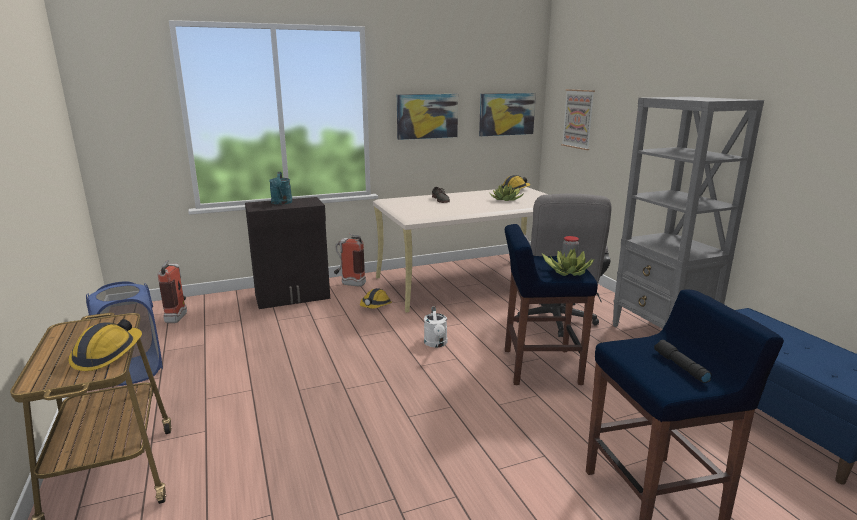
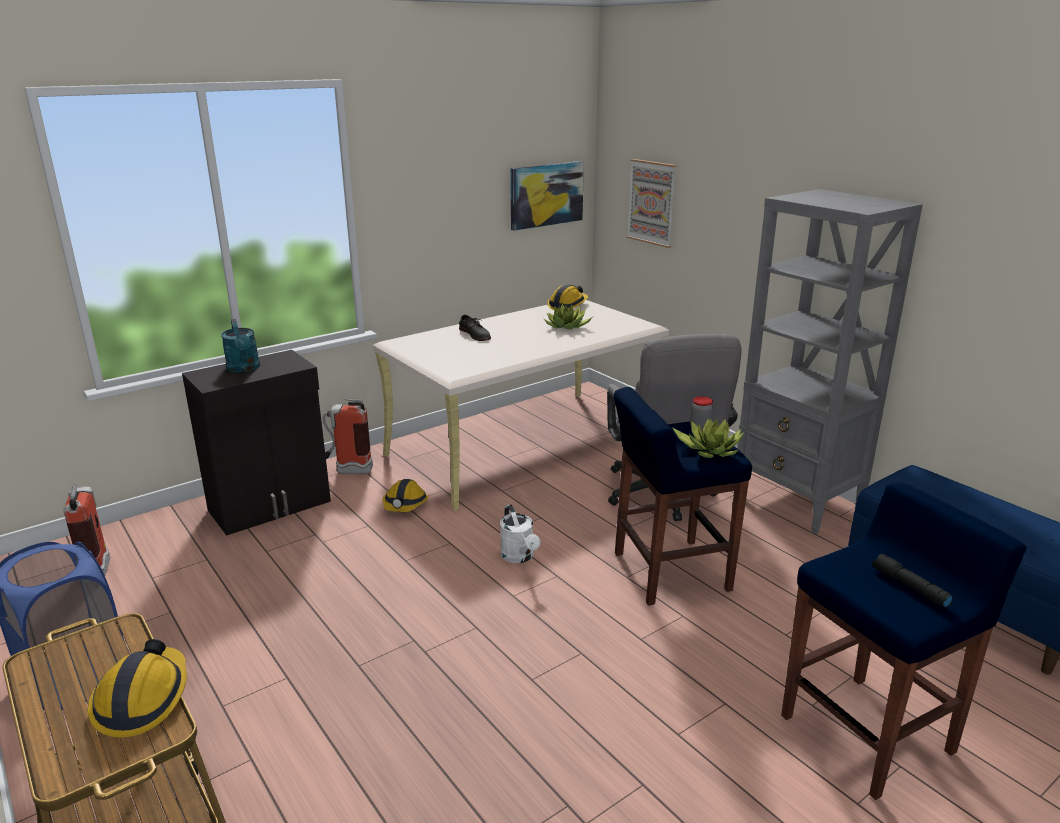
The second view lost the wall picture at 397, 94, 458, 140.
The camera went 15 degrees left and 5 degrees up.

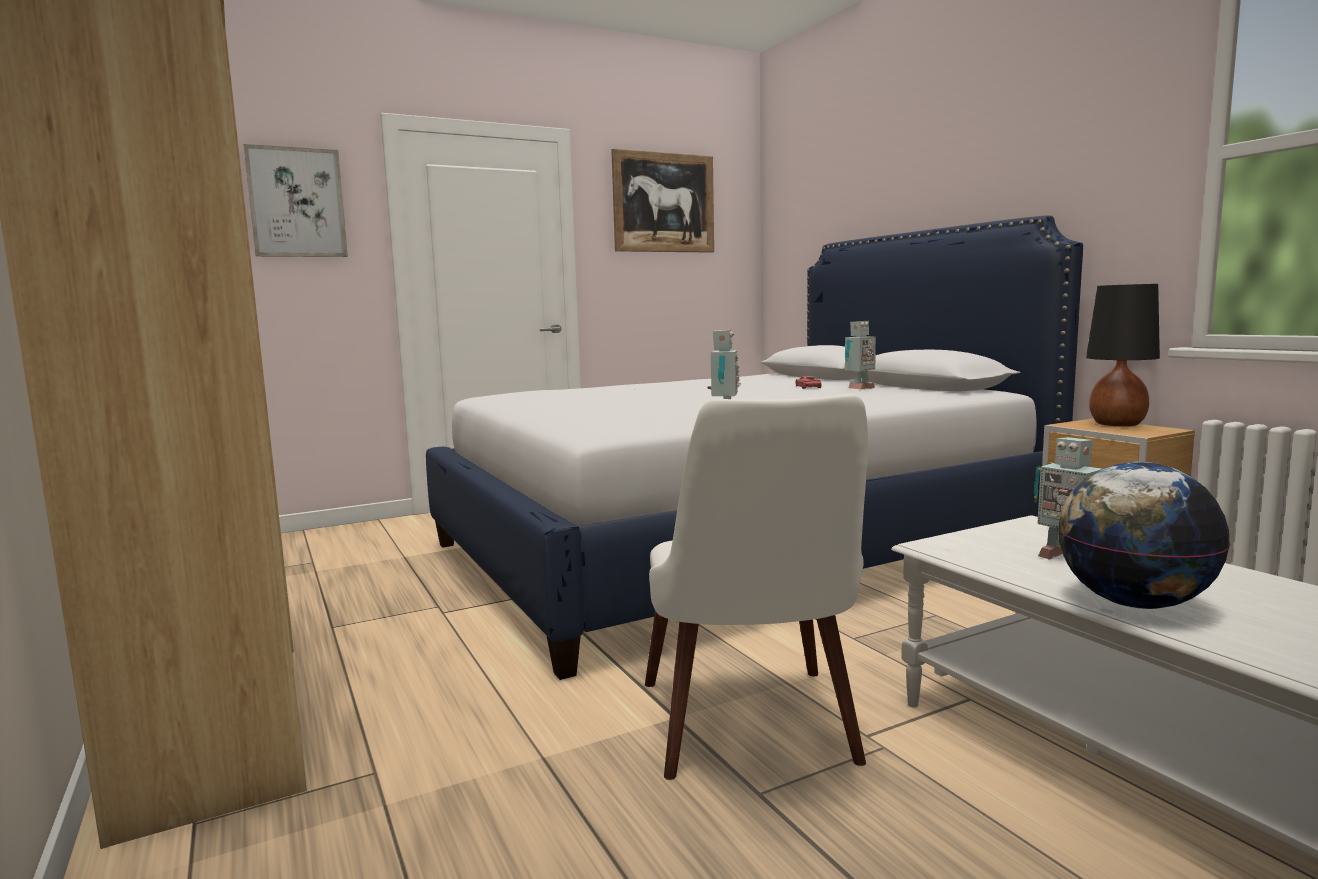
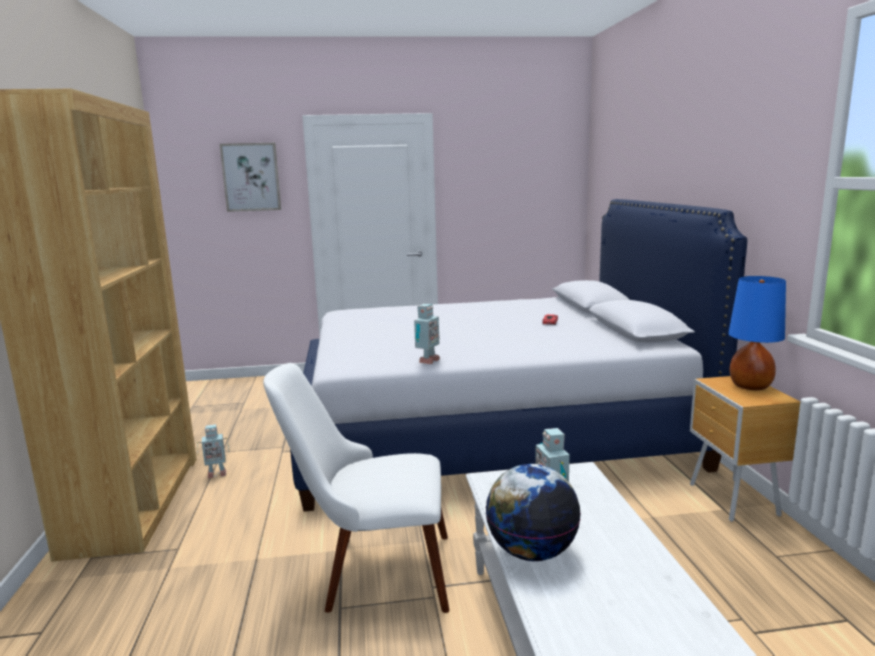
The second view lost the wall picture at 611, 149, 714, 253.
The white chair at 645, 394, 868, 780 ended up facing another way, 75 degrees clockwise from before.
The model robot ended up elsewhere, having gone from 845, 321, 876, 389 to 197, 424, 229, 478.
What was the blackish tabletop lamp at 1086, 284, 1160, 427 turned into the blue tabletop lamp at 728, 276, 786, 390.
The camera went 20 degrees right and 5 degrees up.

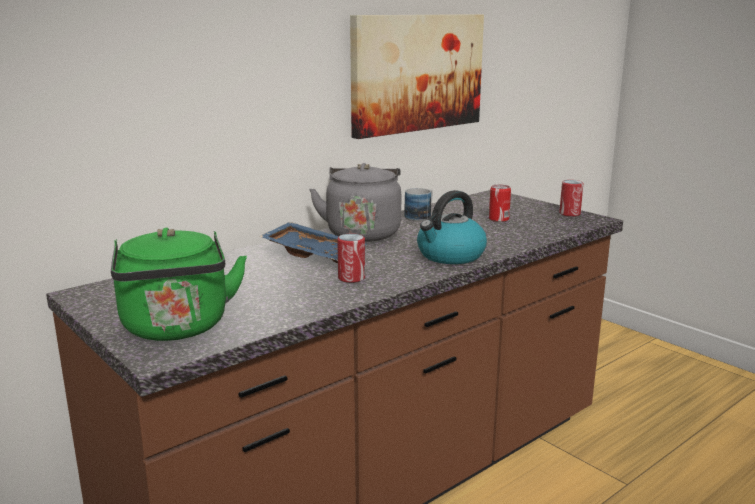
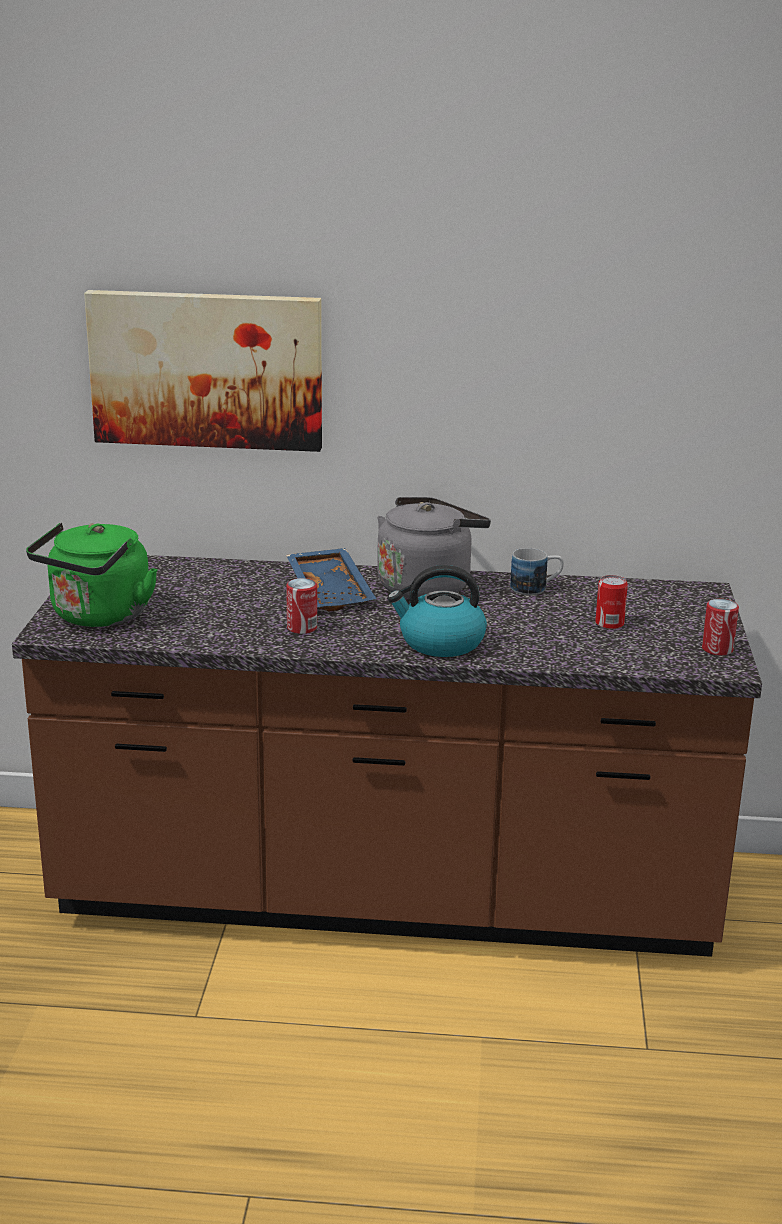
The wall picture ended up elsewhere, having gone from 350, 14, 484, 139 to 84, 290, 322, 452.
The camera went 45 degrees right and 5 degrees up.

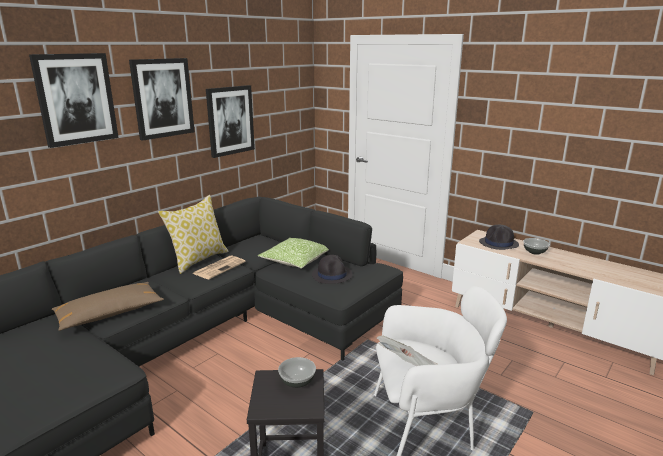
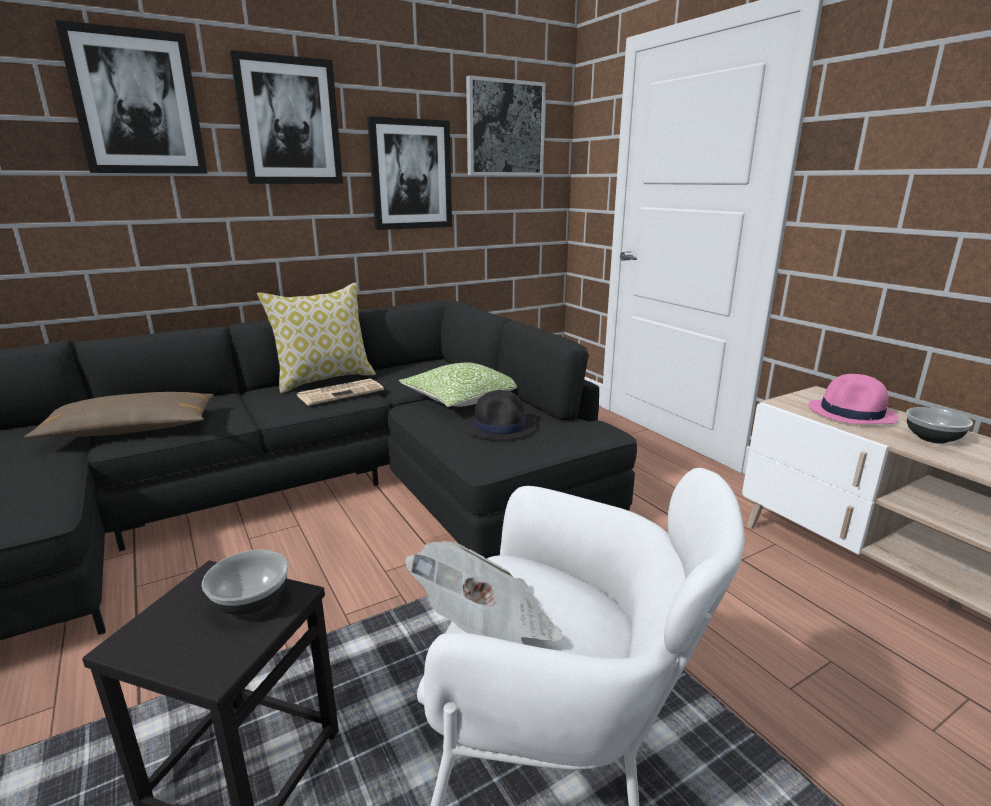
What was the blackish clothing hat at 479, 225, 519, 250 turned into the pink clothing hat at 808, 374, 899, 424.
The second view gained the wall picture at 466, 75, 546, 175.
The camera went 20 degrees right and 0 degrees up.

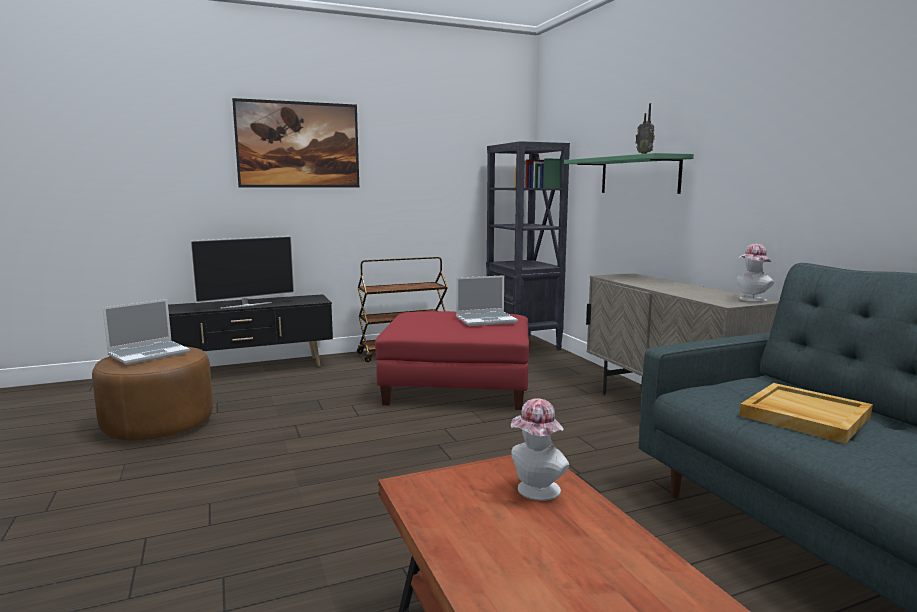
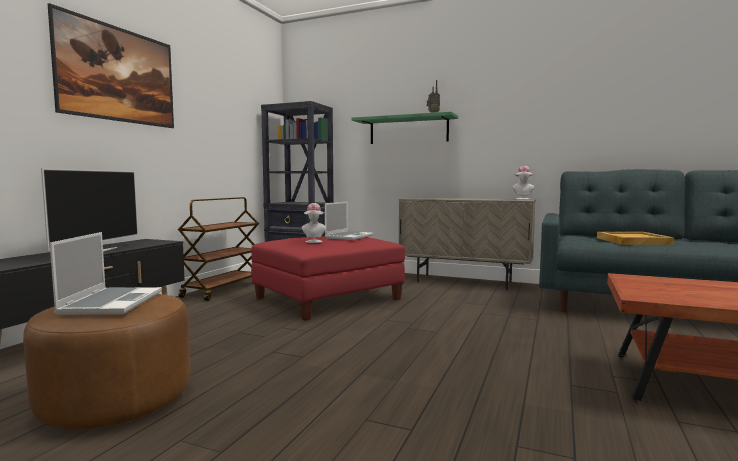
The clothing hat ended up elsewhere, having gone from 511, 398, 569, 501 to 302, 203, 326, 243.
The camera went 45 degrees left and 5 degrees down.

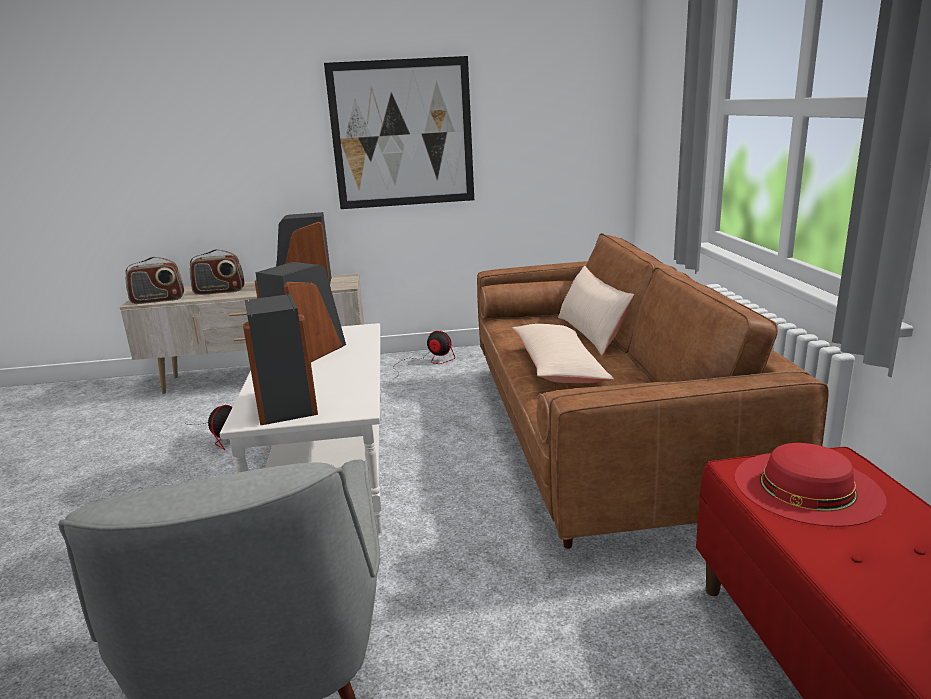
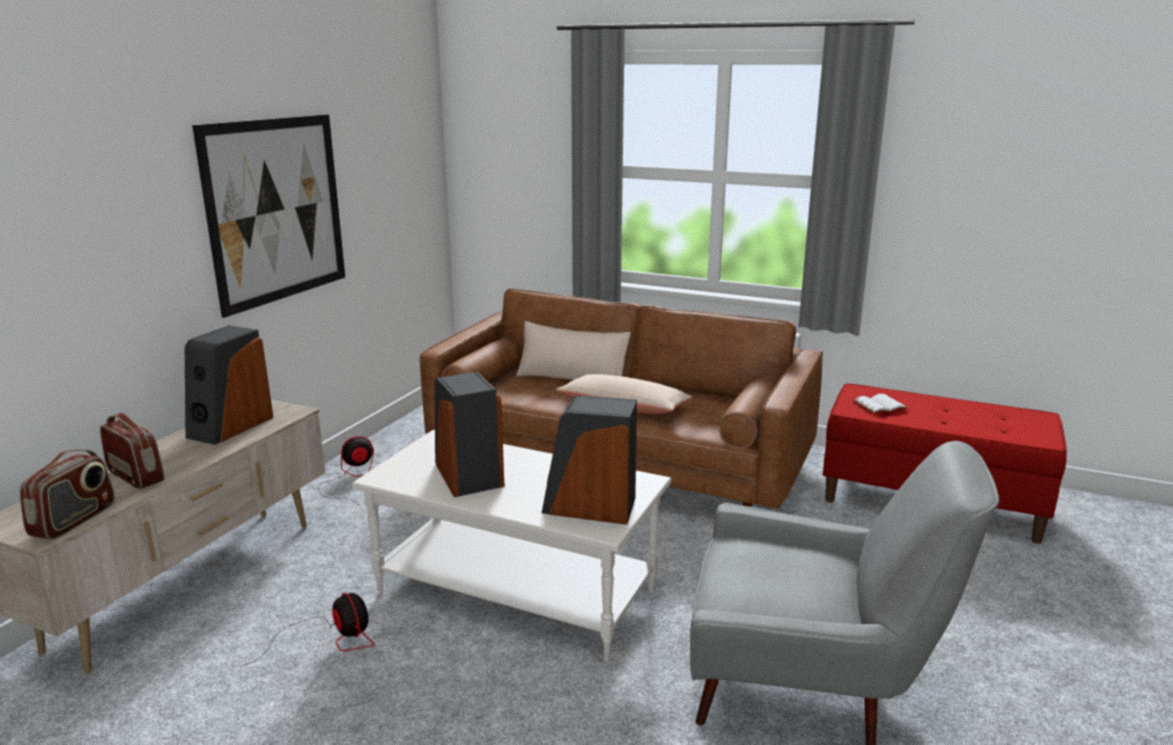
The radio receiver at 189, 249, 245, 295 ended up facing another way, 75 degrees counterclockwise from before.
Where the reddish clothing hat stood at 735, 443, 887, 527, the white book came to stand at 853, 394, 908, 414.
The camera went 60 degrees left and 0 degrees up.

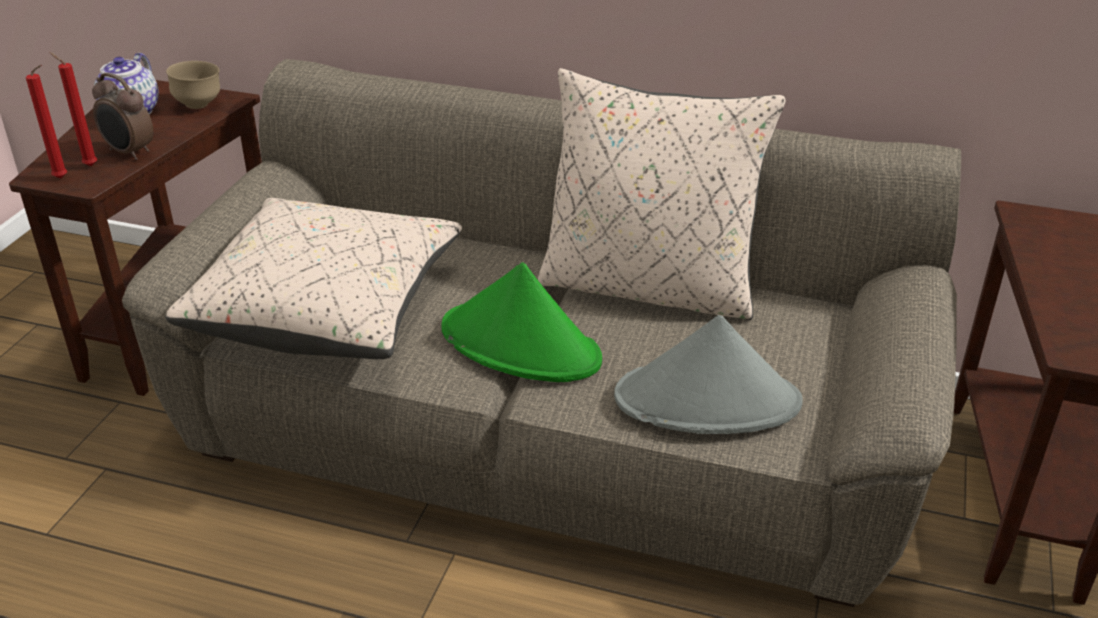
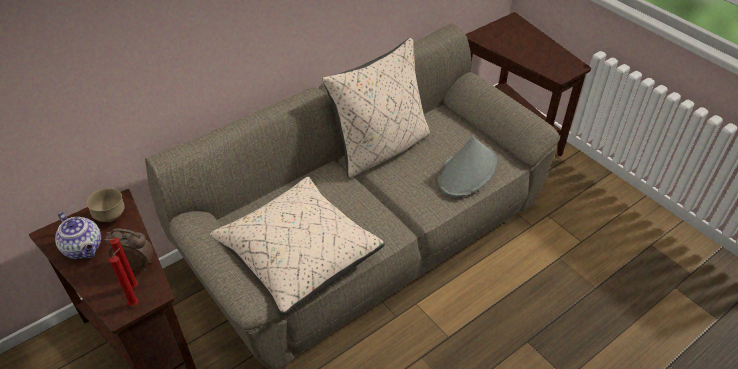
The alarm clock at 92, 73, 153, 160 ended up facing another way, 150 degrees counterclockwise from before.
The second view lost the greenish clothing hat at 441, 262, 602, 382.
The camera went 55 degrees left and 10 degrees up.

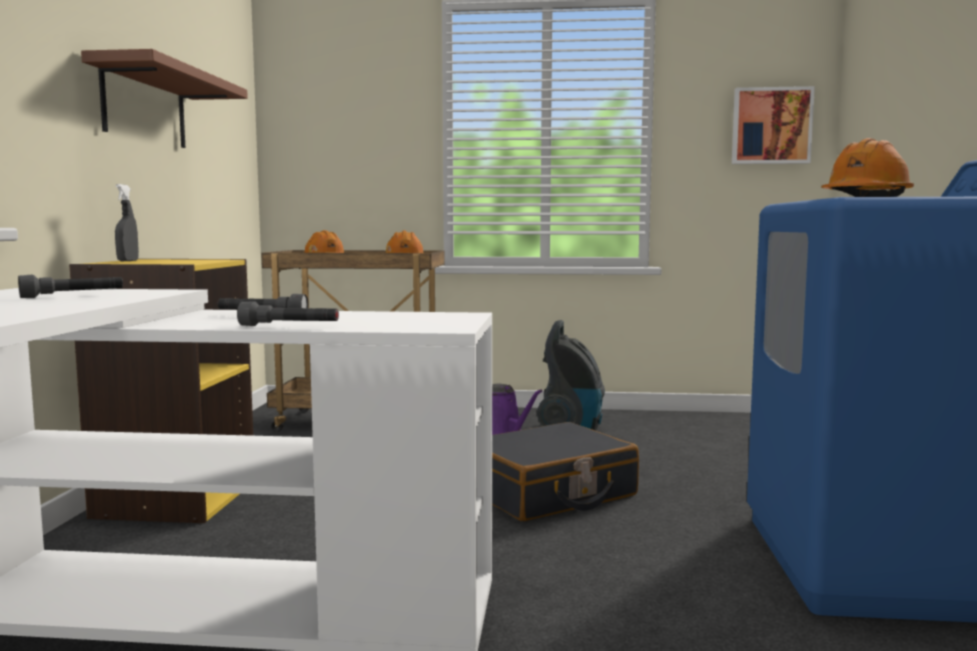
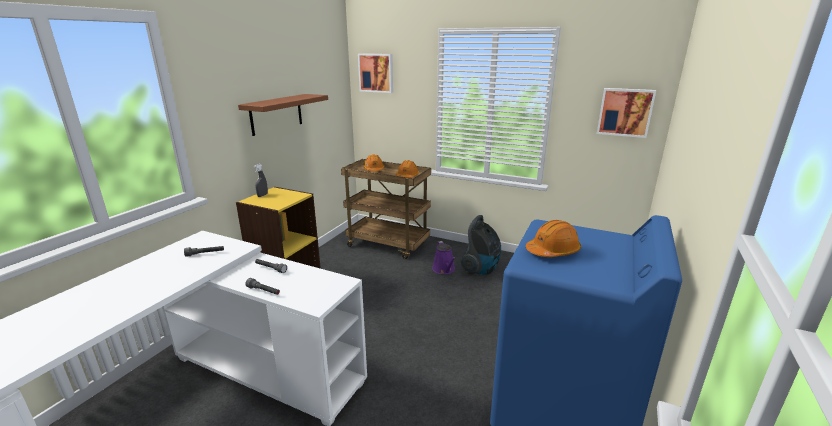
The second view lost the blackish piece of luggage at 492, 422, 639, 521.
The second view gained the wall picture at 358, 53, 393, 93.
The camera went 20 degrees right and 15 degrees up.

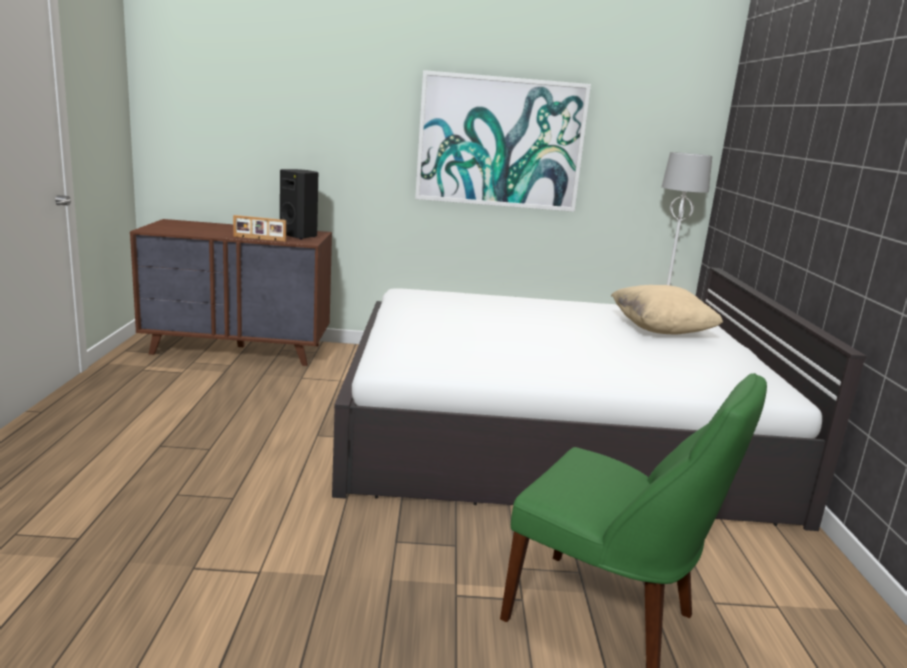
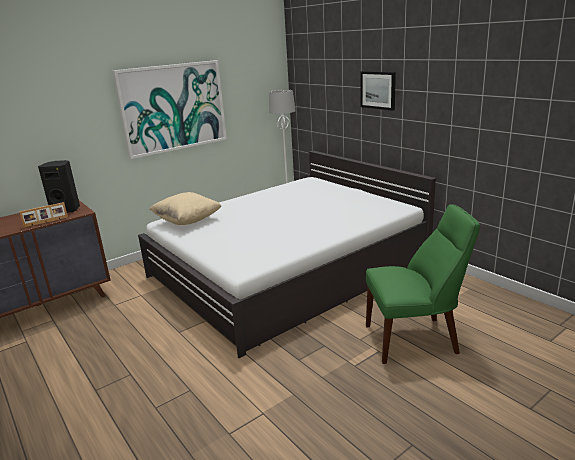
The sand-coloured pillow ended up elsewhere, having gone from 611, 285, 723, 334 to 150, 192, 221, 225.
The second view gained the wall picture at 360, 71, 396, 111.
The camera went 35 degrees left and 5 degrees up.

